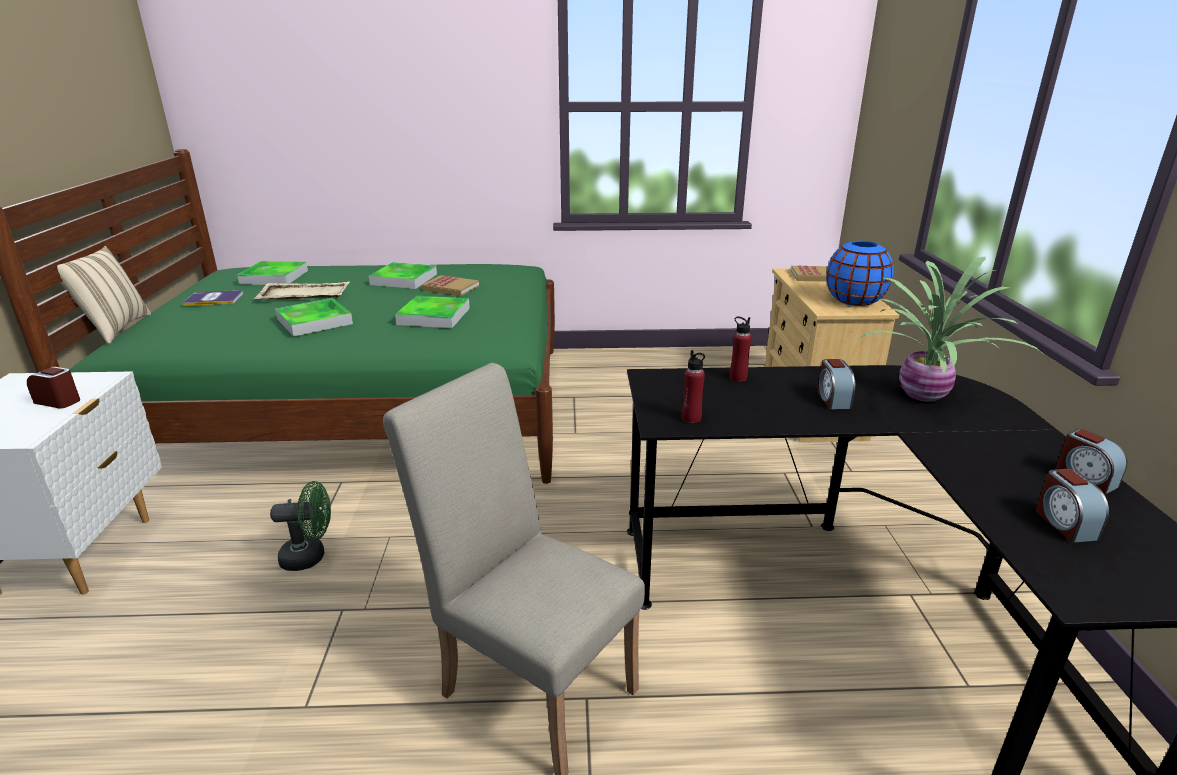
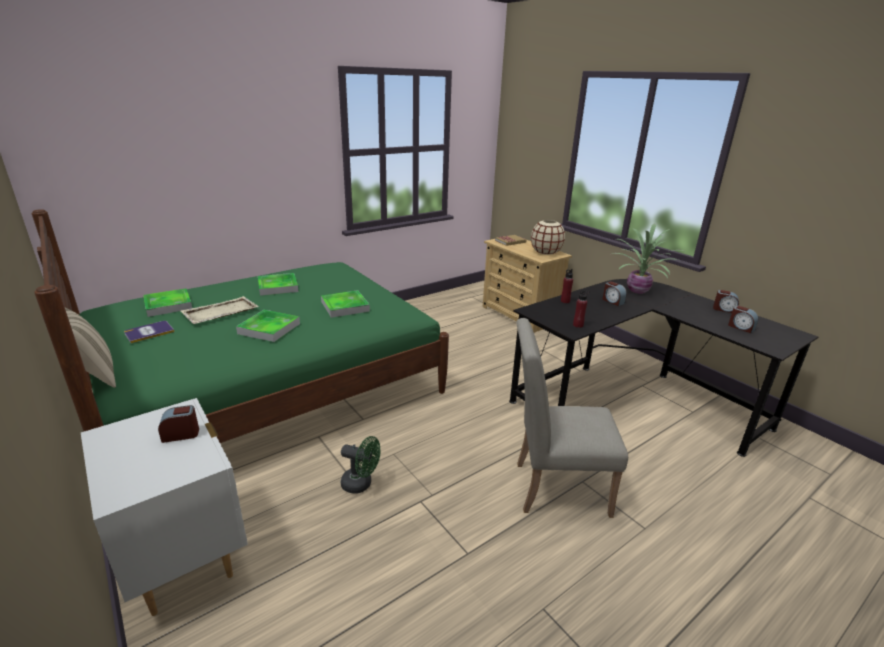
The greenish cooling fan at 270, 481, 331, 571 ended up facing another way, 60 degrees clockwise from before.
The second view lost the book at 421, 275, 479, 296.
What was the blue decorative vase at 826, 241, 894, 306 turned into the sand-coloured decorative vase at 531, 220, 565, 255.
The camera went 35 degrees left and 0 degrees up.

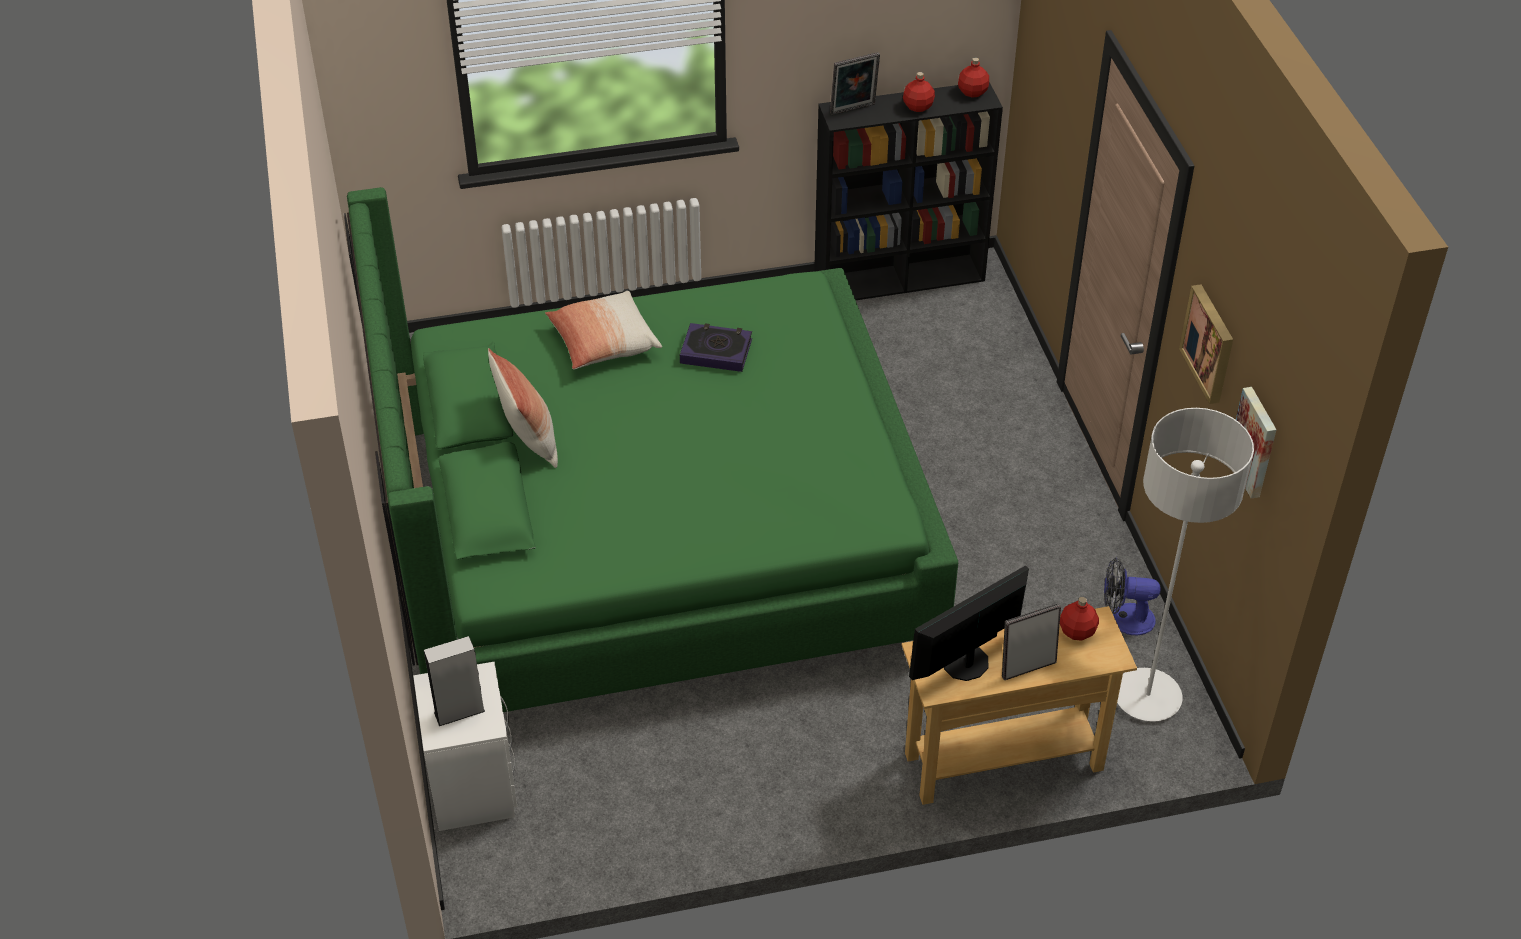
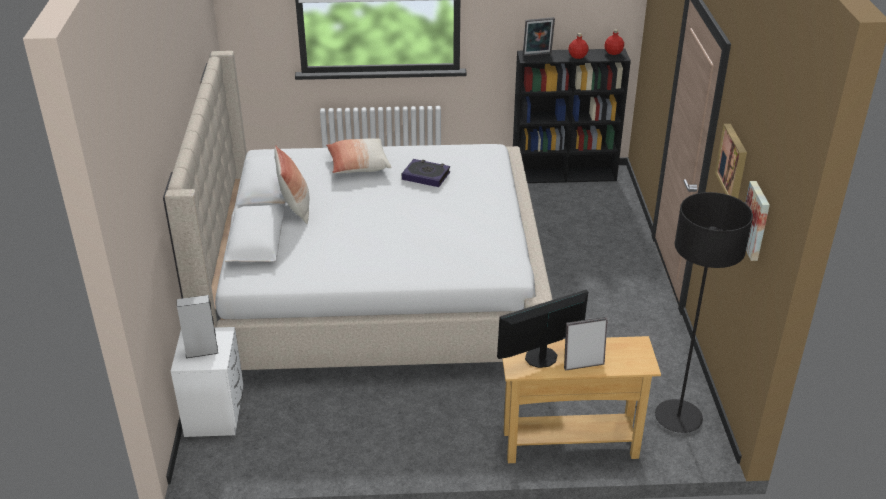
What was the greenish bedroom bed at 343, 187, 958, 712 turned into the sand-coloured bedroom bed at 163, 51, 553, 370.
The second view lost the reddish drink bottle at 1060, 597, 1099, 641.
The second view lost the cooling fan at 1104, 558, 1161, 635.
What was the white floor lamp at 1117, 408, 1254, 722 turned into the blackish floor lamp at 655, 192, 753, 433.
The camera went 10 degrees right and 10 degrees down.

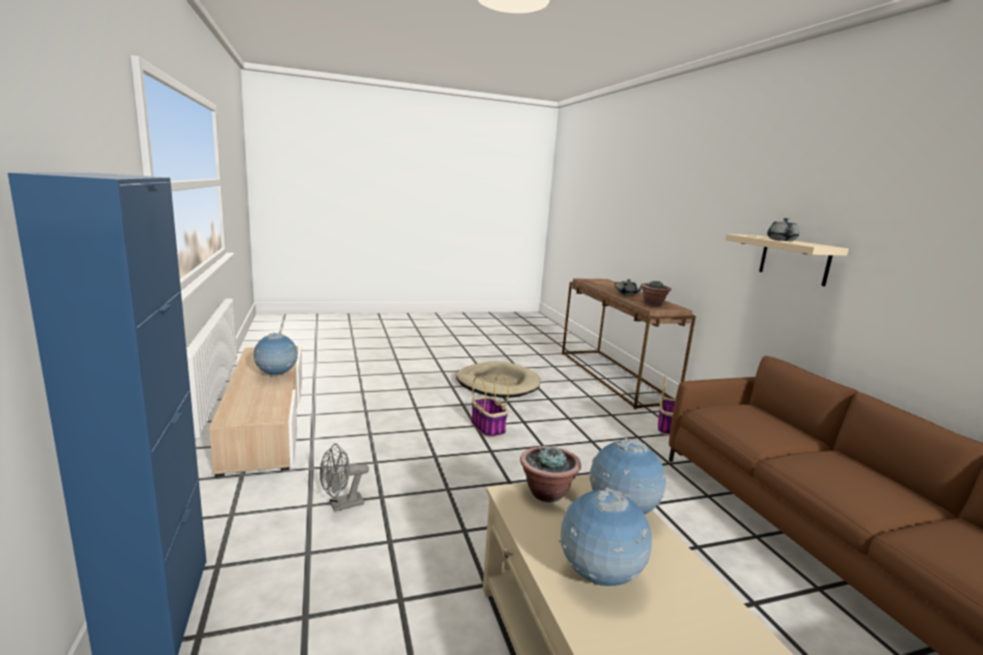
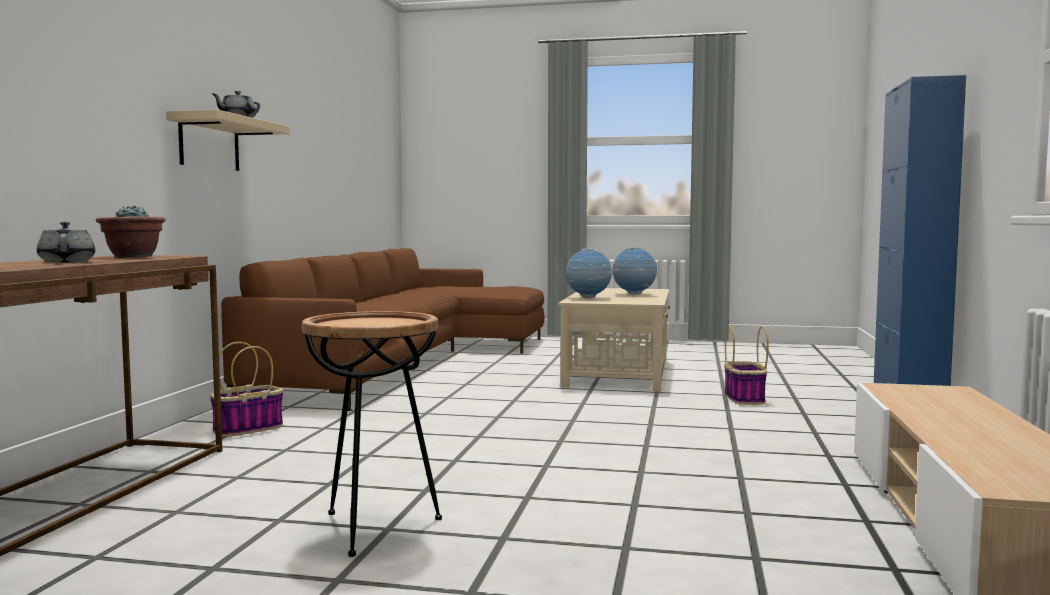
The second view lost the world globe at 253, 333, 298, 377.
The second view lost the grey cooling fan at 320, 444, 369, 512.
Where the sand-coloured pet bed stood at 456, 361, 541, 398, the brown-coloured end table came to stand at 302, 311, 442, 557.
The storage basket ended up elsewhere, having gone from 471, 374, 509, 438 to 724, 326, 768, 405.
The second view lost the plant in a pot at 520, 445, 581, 502.
The camera went 150 degrees left and 10 degrees down.

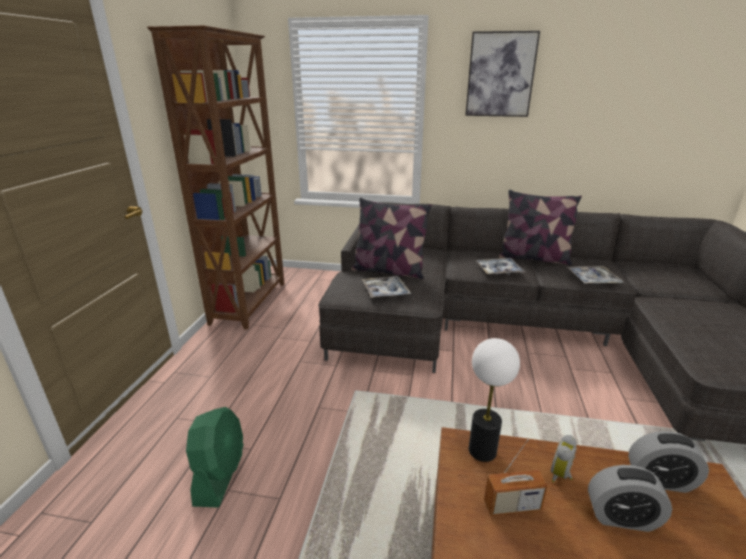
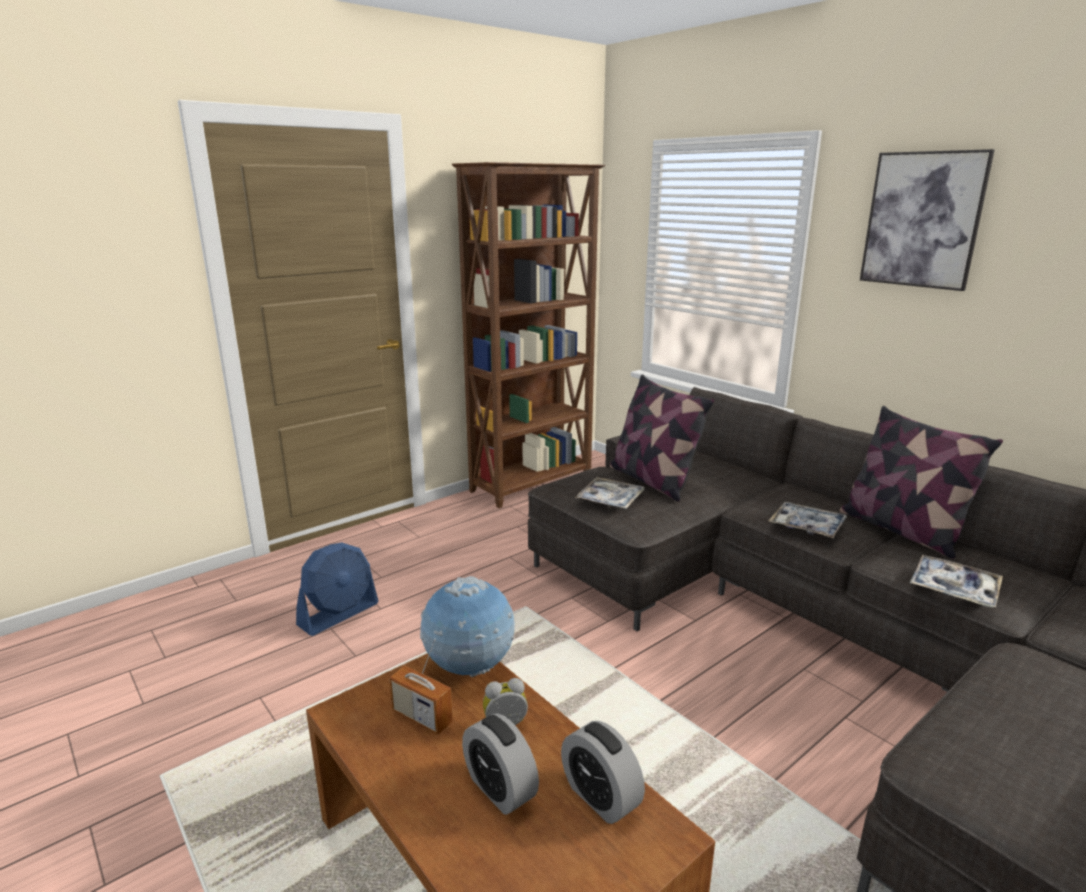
What was the greenish cooling fan at 186, 407, 244, 507 turned into the blue cooling fan at 296, 542, 378, 636.
Where the tabletop lamp stood at 469, 338, 520, 462, the world globe came to stand at 420, 576, 515, 677.
The camera went 40 degrees right and 5 degrees down.

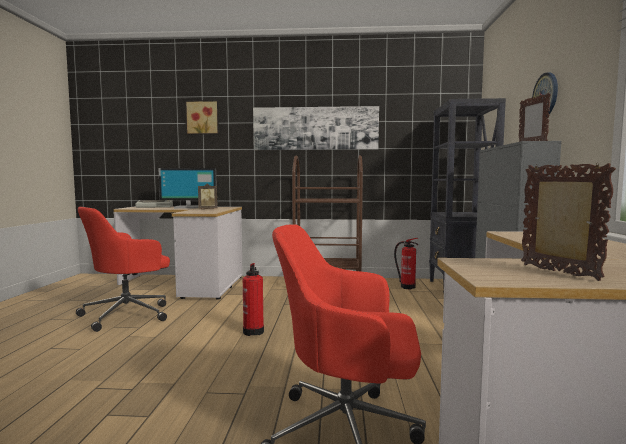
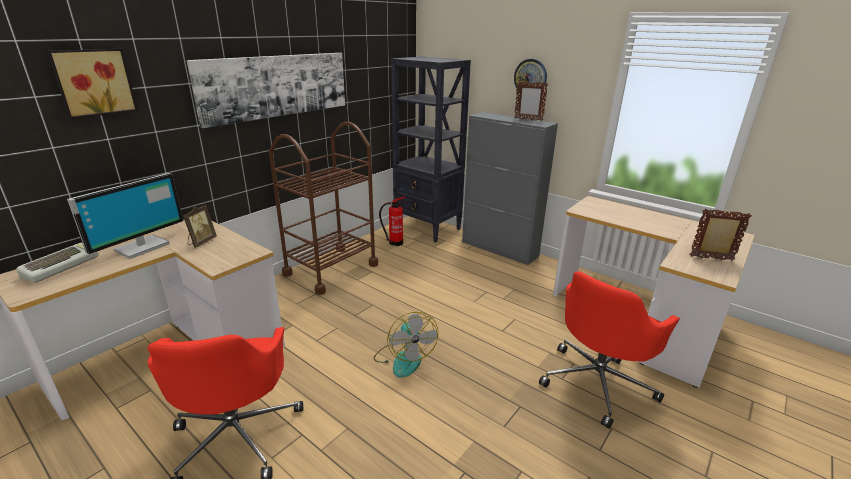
Where the extinguisher stood at 242, 263, 264, 336, the cooling fan came to stand at 374, 312, 438, 378.
The camera went 55 degrees left and 20 degrees up.

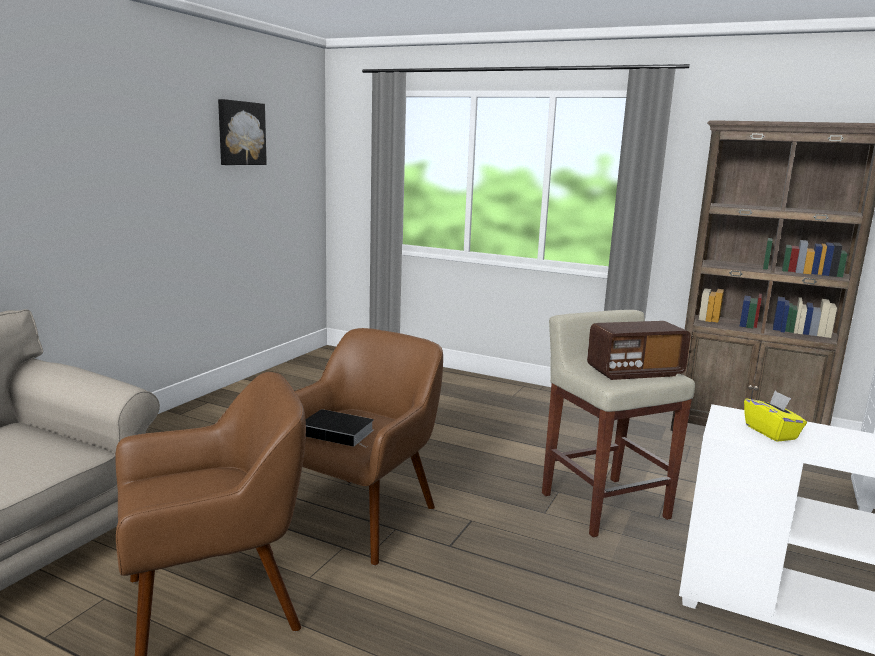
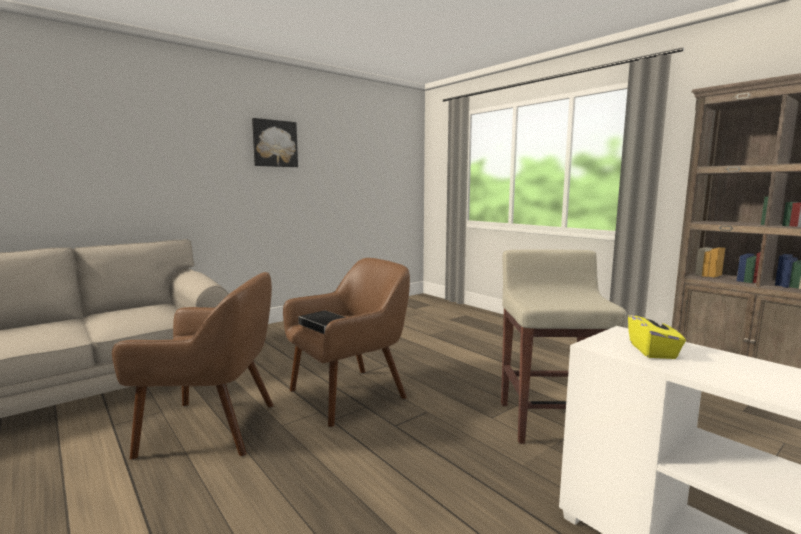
The wall picture ended up elsewhere, having gone from 218, 99, 267, 165 to 252, 118, 298, 167.
The second view lost the radio receiver at 587, 321, 691, 380.
The camera went 25 degrees right and 5 degrees down.

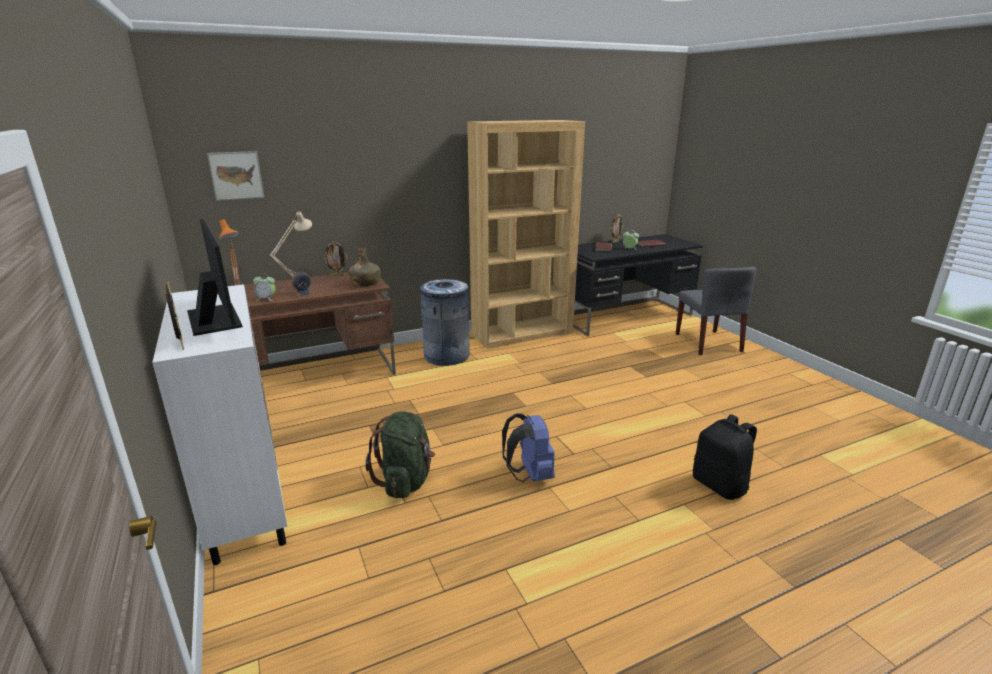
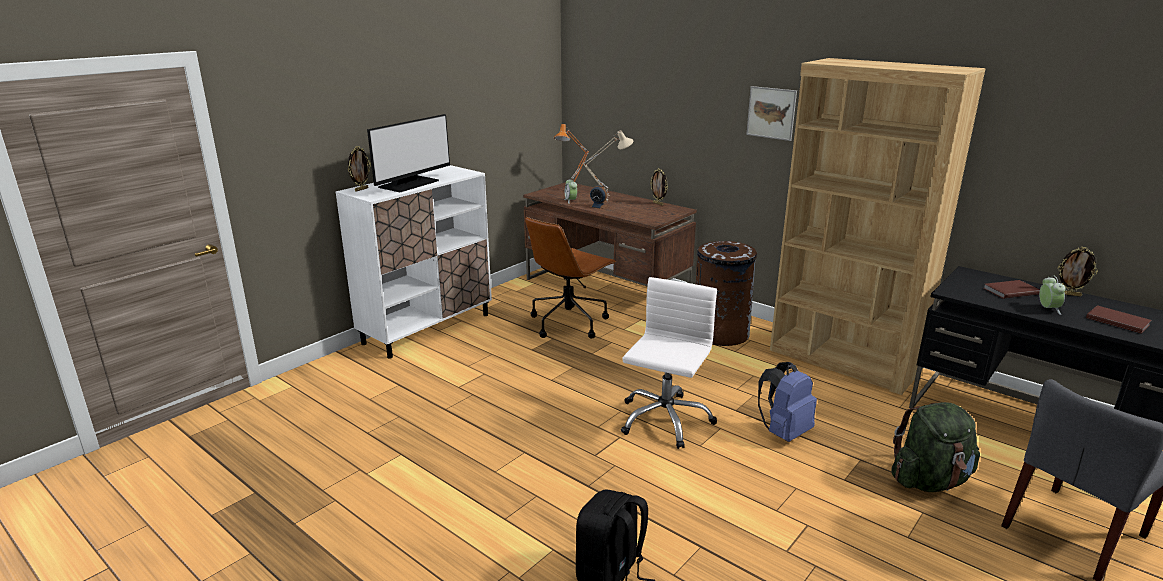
The wall picture ended up elsewhere, having gone from 207, 151, 264, 201 to 746, 86, 797, 141.
The second view lost the greenish drink bottle at 349, 248, 381, 287.
The greenish rucksack ended up elsewhere, having gone from 365, 412, 435, 498 to 891, 402, 980, 492.
What was the grey waste bin at 420, 279, 470, 366 turned into the brown-coloured waste bin at 696, 241, 757, 346.
The blue rucksack ended up elsewhere, having gone from 502, 414, 555, 482 to 758, 362, 817, 442.
The second view gained the brown-coloured computer chair at 525, 217, 617, 339.
The second view gained the white computer chair at 621, 277, 717, 449.
The camera went 65 degrees right and 0 degrees up.

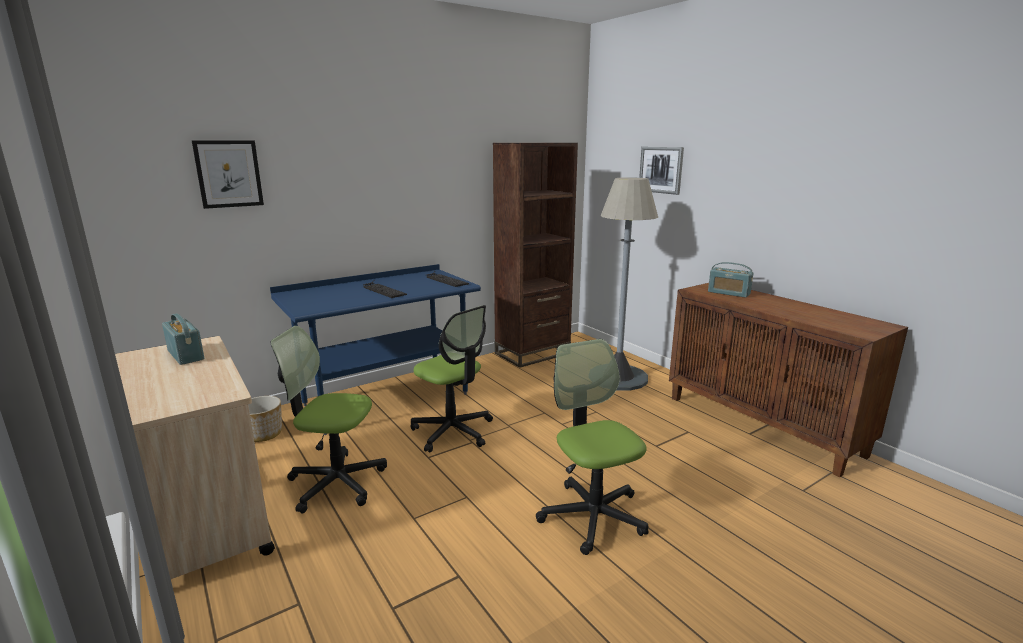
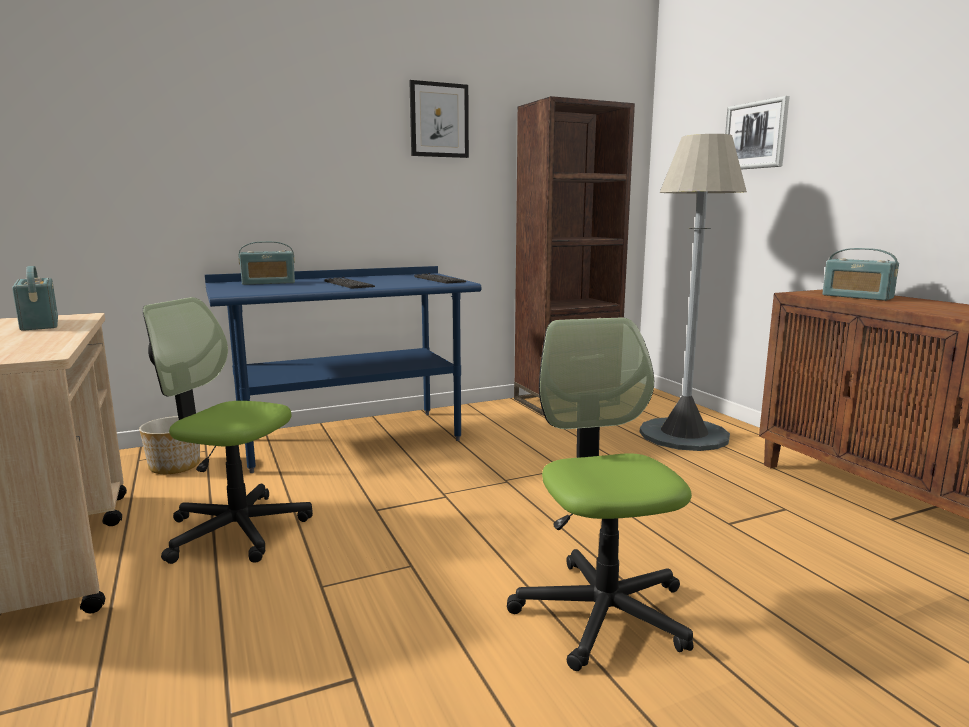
The wall picture ended up elsewhere, having gone from 192, 140, 264, 209 to 409, 80, 469, 158.
The second view lost the computer chair at 410, 305, 493, 453.
The second view gained the radio receiver at 238, 241, 295, 285.
The camera went 10 degrees right and 5 degrees down.

